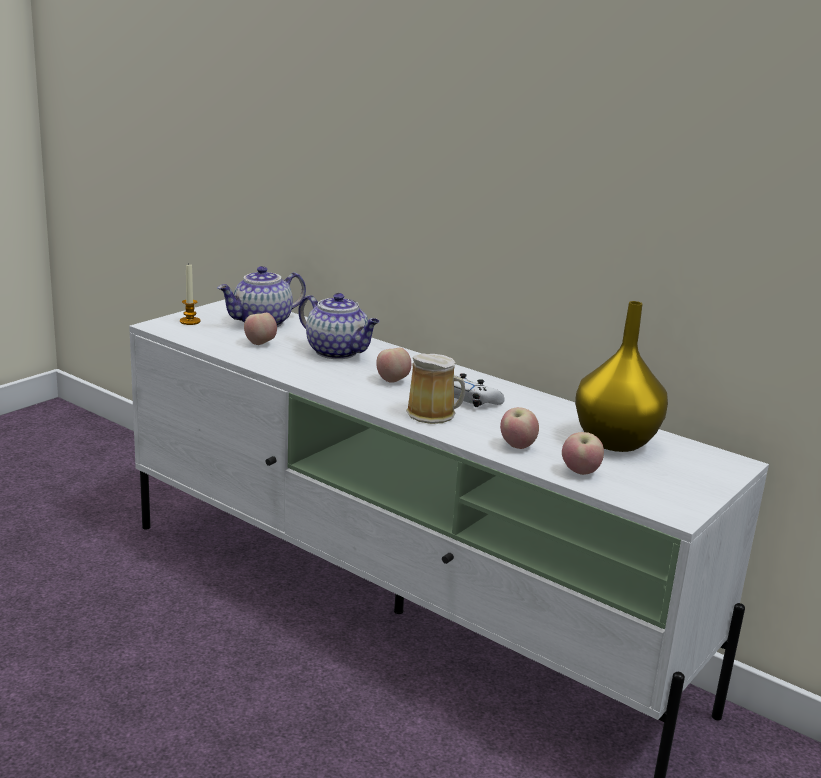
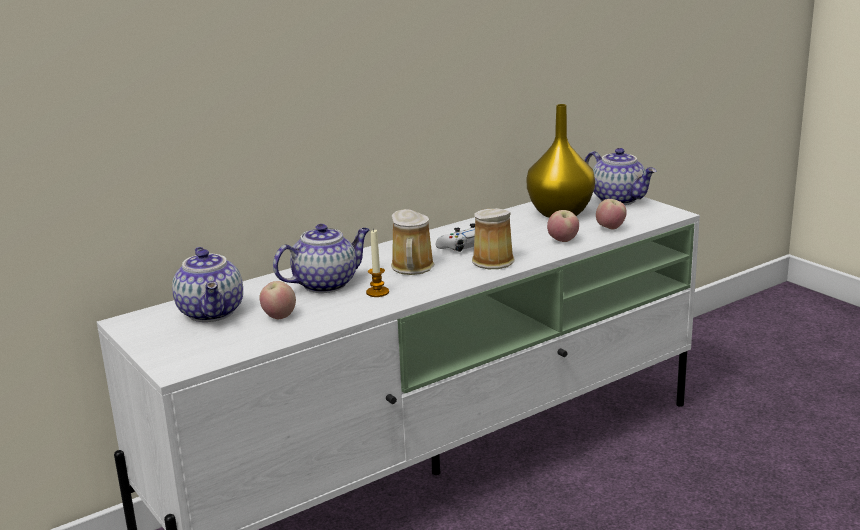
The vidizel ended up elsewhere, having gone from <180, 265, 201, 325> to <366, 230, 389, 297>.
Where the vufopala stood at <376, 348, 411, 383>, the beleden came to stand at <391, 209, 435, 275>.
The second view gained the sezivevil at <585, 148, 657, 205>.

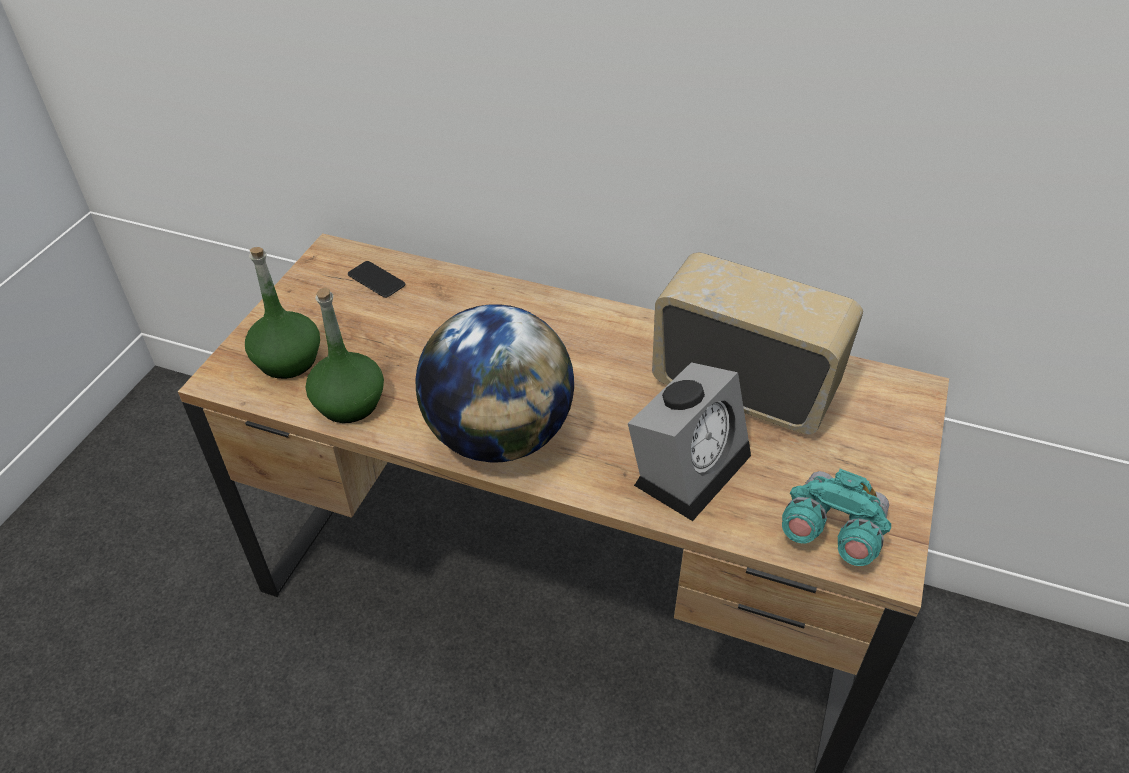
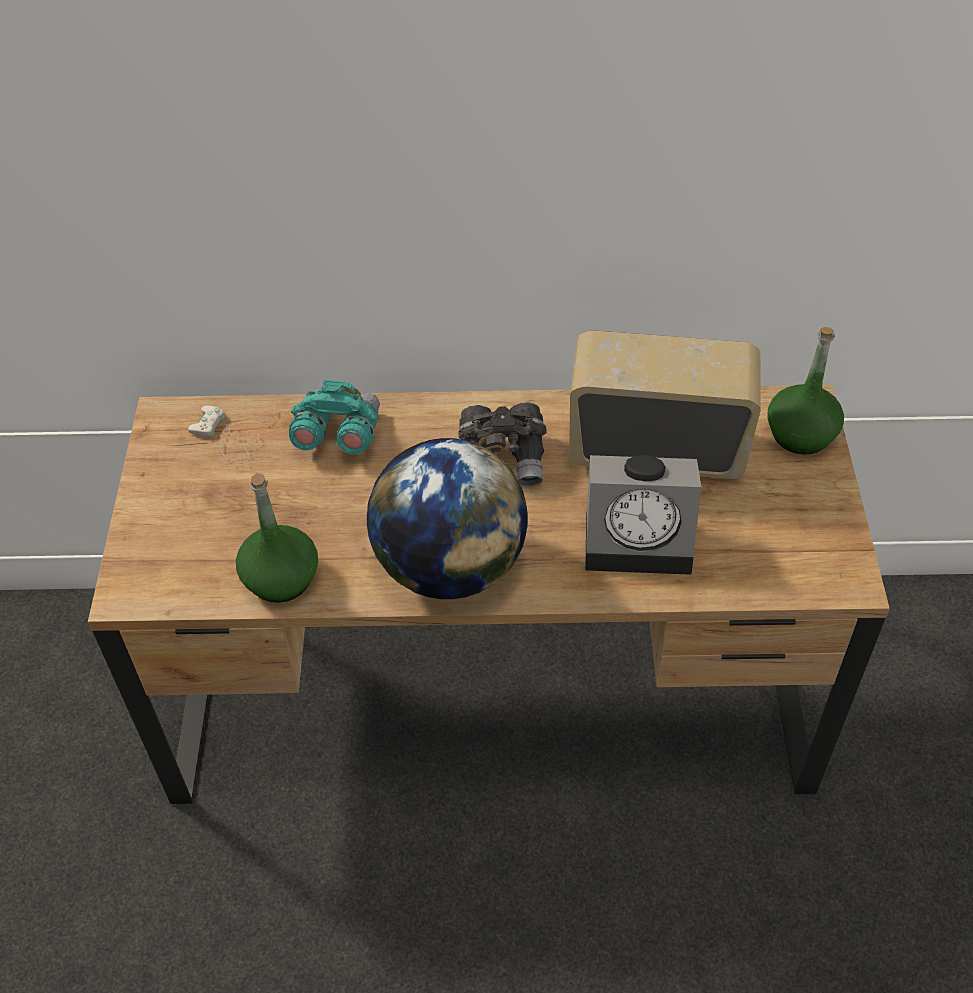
Where the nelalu stood at <348, 261, 405, 298>, the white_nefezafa came to stand at <188, 404, 275, 464>.
The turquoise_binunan ended up elsewhere, having gone from <782, 469, 891, 566> to <289, 380, 380, 455>.
The second view gained the grey_binunan at <458, 402, 547, 486>.
The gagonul at <628, 362, 751, 521> ended up facing another way, 75 degrees clockwise from before.
The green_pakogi ended up elsewhere, having gone from <245, 247, 320, 379> to <767, 327, 844, 455>.

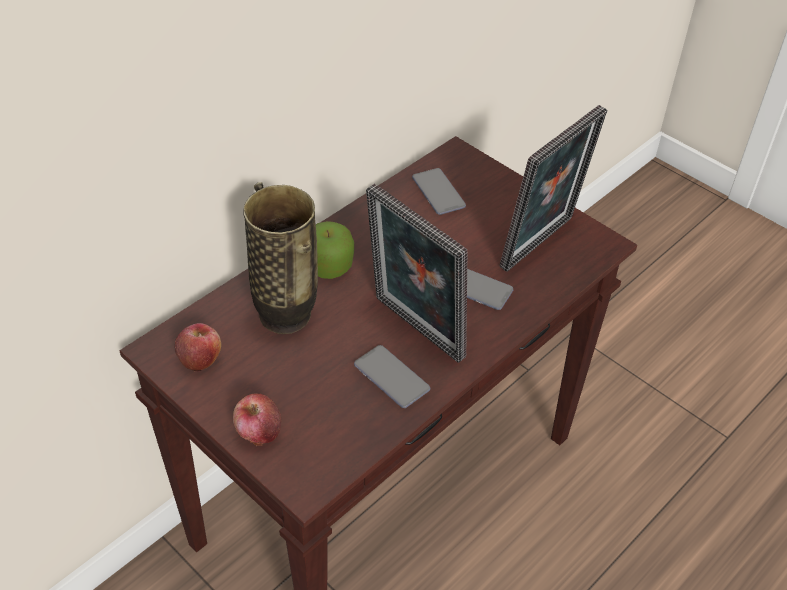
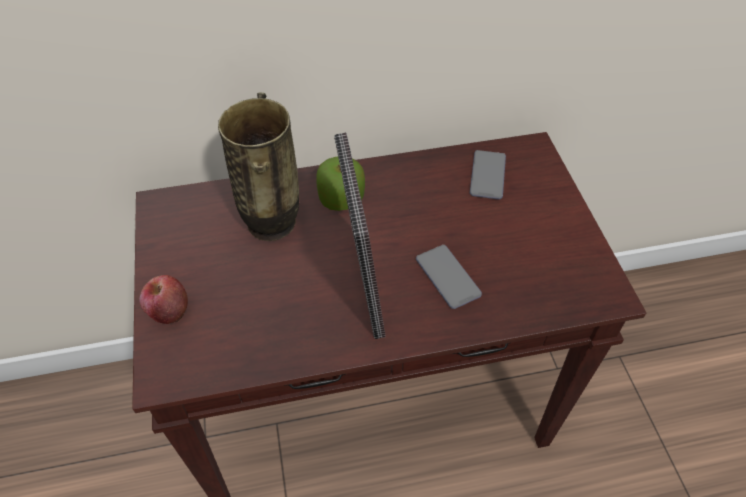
The second view lost the vufopala at <175, 323, 221, 372>.
The second view lost the nelalu at <354, 345, 430, 408>.
The second view lost the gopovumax at <500, 105, 607, 271>.

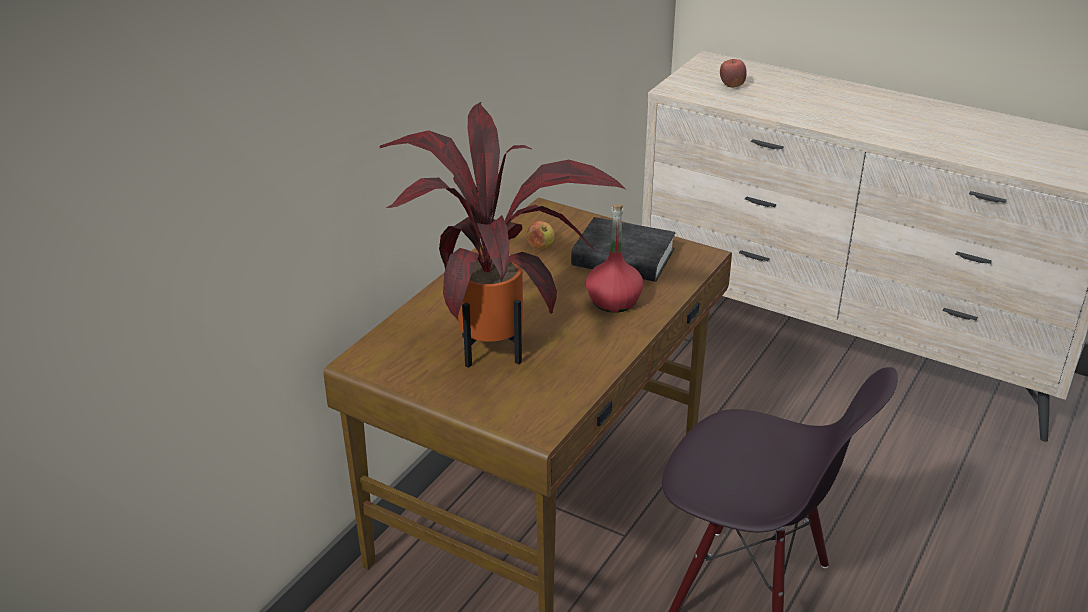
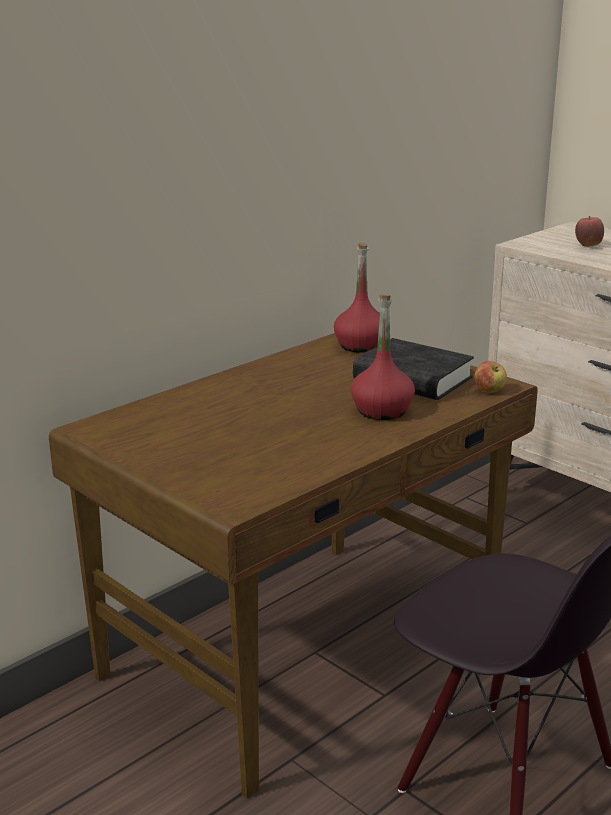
The second view gained the red_pakogi at <334, 243, 380, 353>.
The vufopala ended up elsewhere, having gone from <527, 221, 555, 249> to <474, 361, 507, 393>.
The second view lost the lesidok at <379, 102, 625, 368>.

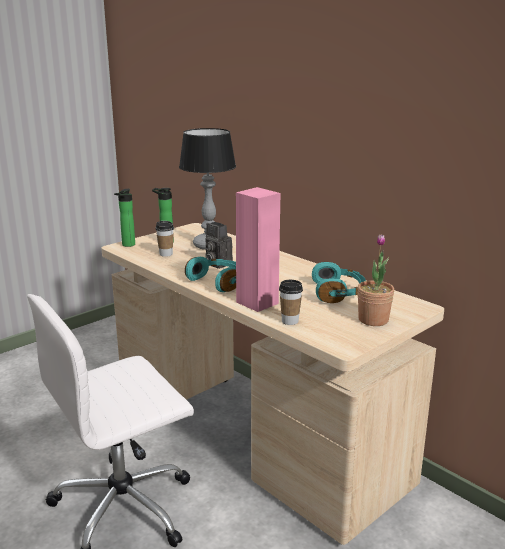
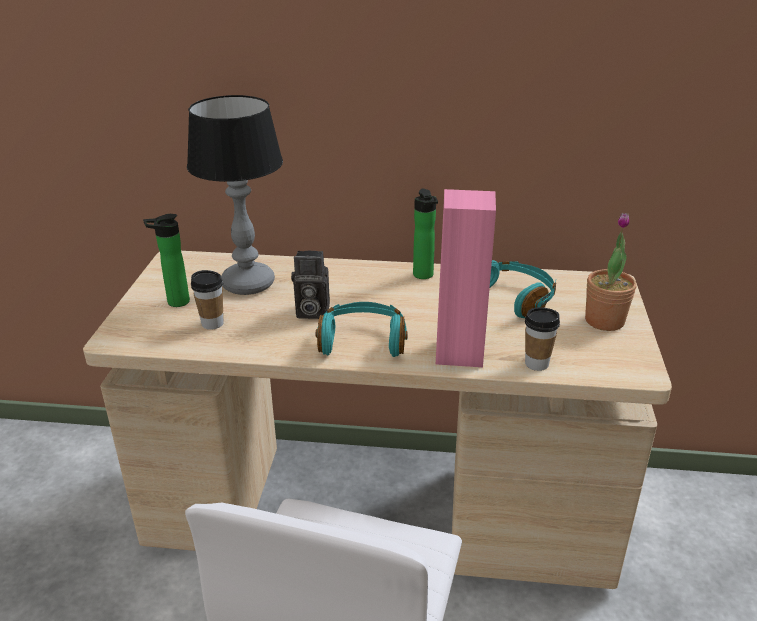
The pakogi ended up elsewhere, having gone from <114, 189, 135, 247> to <413, 189, 438, 279>.

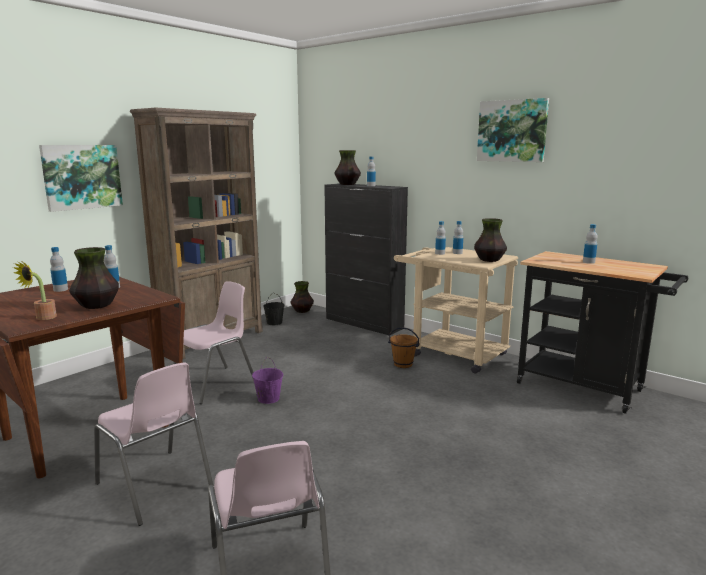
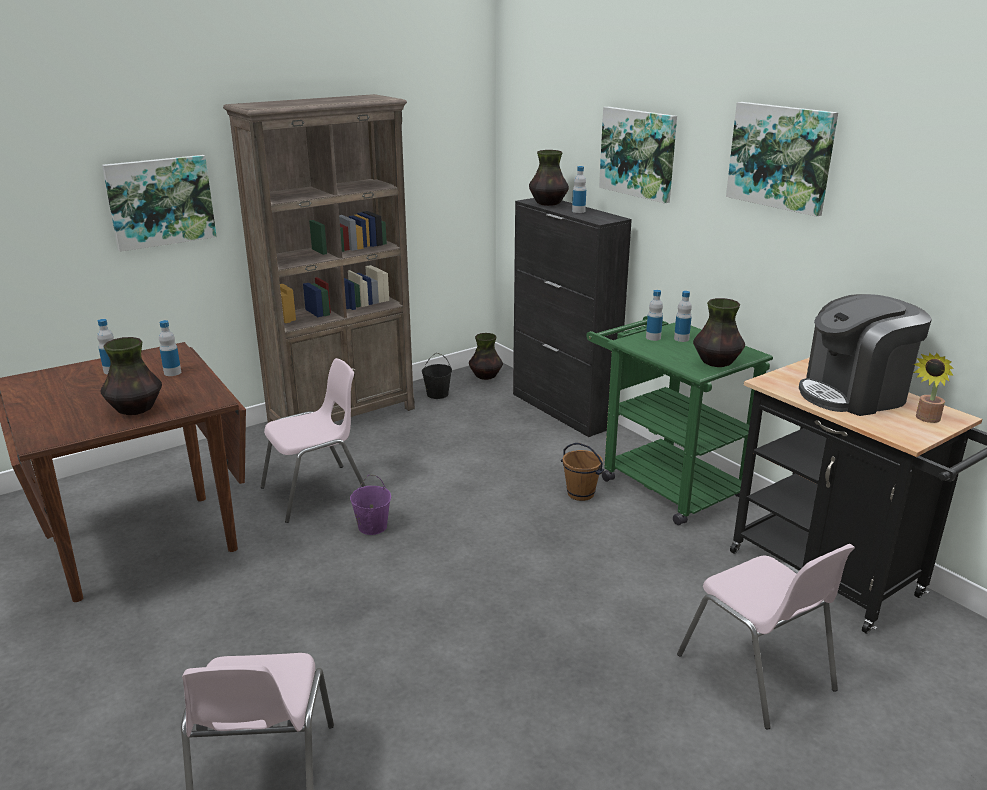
What was the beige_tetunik at <394, 247, 518, 374> turned into the green_tetunik at <586, 316, 773, 525>.
The second view gained the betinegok at <599, 107, 677, 203>.
The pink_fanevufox ended up elsewhere, having gone from <94, 362, 214, 526> to <677, 544, 855, 729>.
Where the pakogi stood at <583, 224, 598, 264>, the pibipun came to stand at <799, 294, 932, 416>.
The lesidok ended up elsewhere, having gone from <13, 260, 57, 320> to <913, 353, 954, 423>.

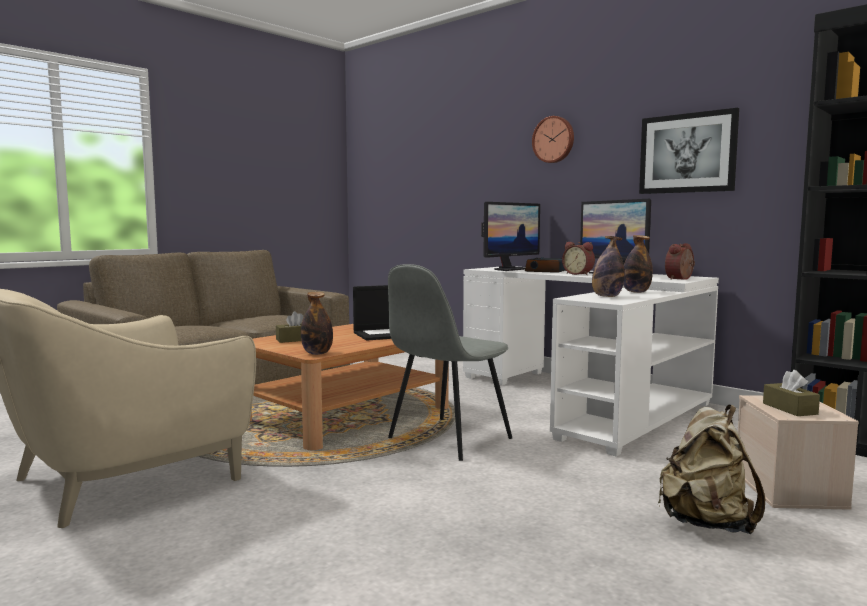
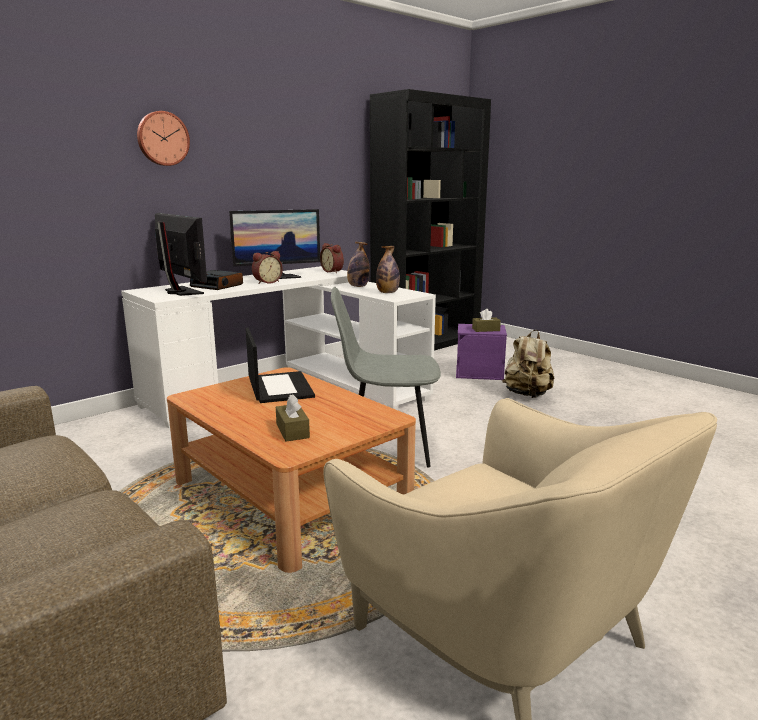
The grey_fanevufox at <388, 264, 512, 461> ended up facing another way, 135 degrees clockwise from before.
What was the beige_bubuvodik at <738, 395, 859, 510> turned into the purple_bubuvodik at <456, 324, 507, 380>.
The second view lost the pakogi at <301, 292, 333, 355>.
The second view lost the betinegok at <639, 108, 739, 194>.

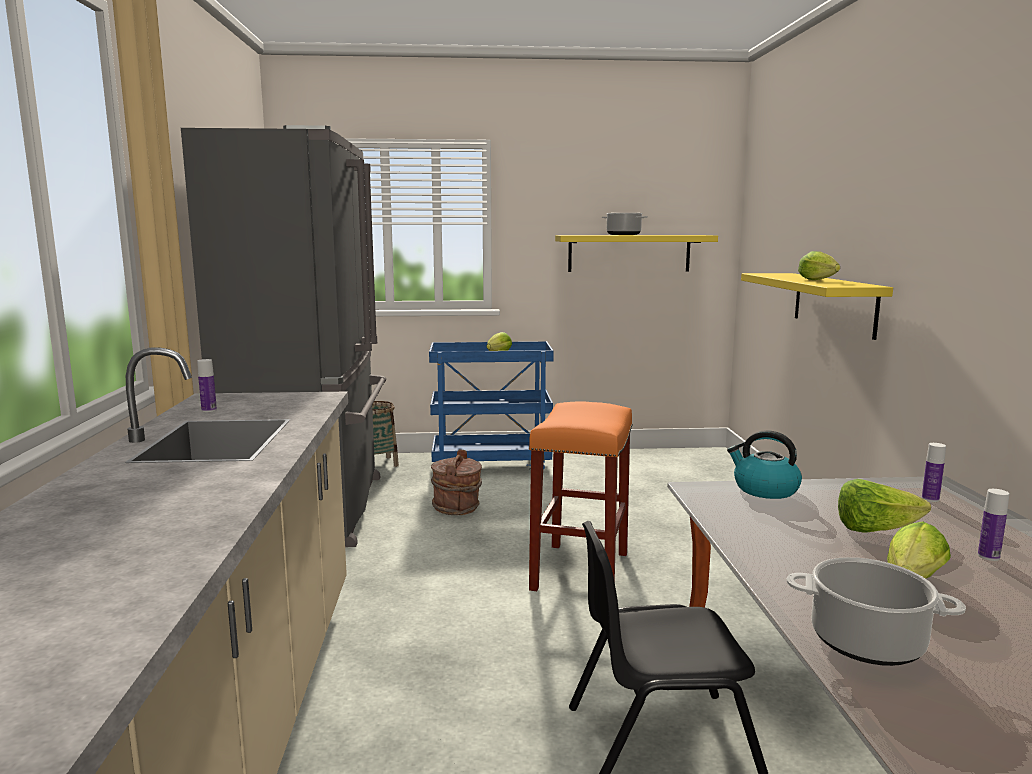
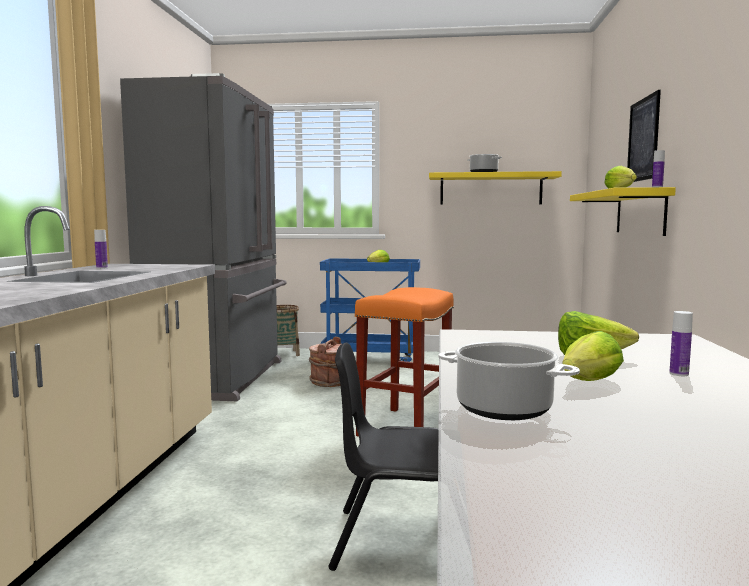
The second view gained the betinegok at <627, 90, 661, 182>.
The pakogi ended up elsewhere, having gone from <922, 443, 946, 502> to <652, 150, 665, 187>.
The second view lost the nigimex at <727, 430, 802, 499>.

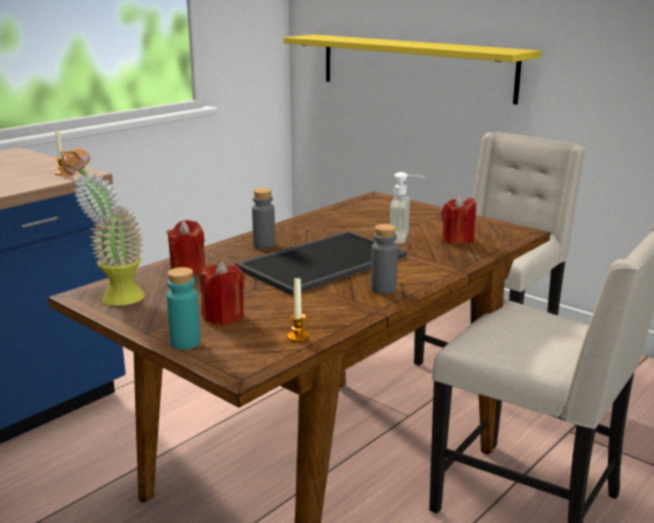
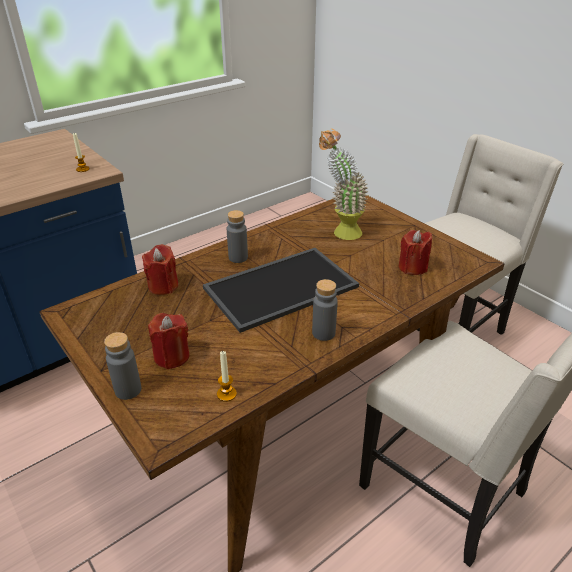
What was the turquoise_pakogi at <167, 267, 201, 350> turned into the grey_pakogi at <104, 332, 141, 400>.
The lesidok ended up elsewhere, having gone from <60, 147, 145, 306> to <319, 128, 369, 240>.
The second view lost the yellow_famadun at <283, 35, 541, 104>.
The second view lost the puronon at <390, 172, 425, 244>.

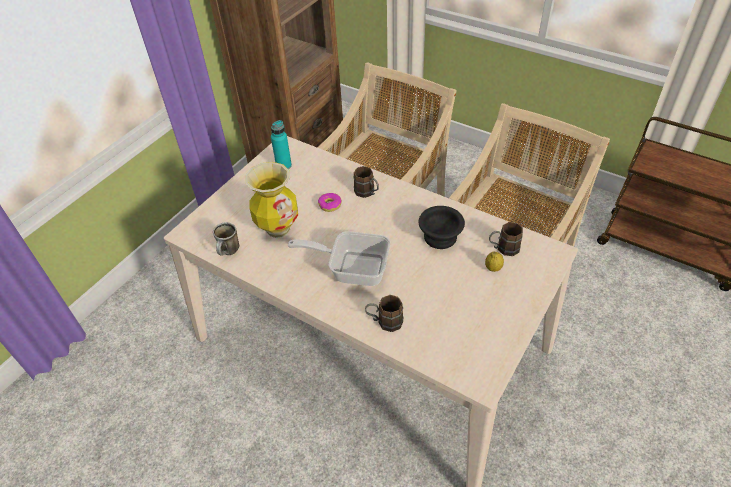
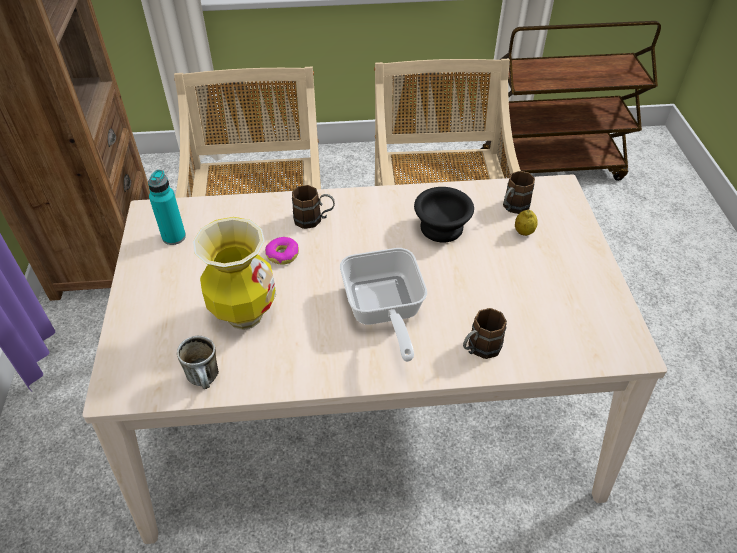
The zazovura at <288, 231, 390, 286> ended up facing another way, 75 degrees counterclockwise from before.

